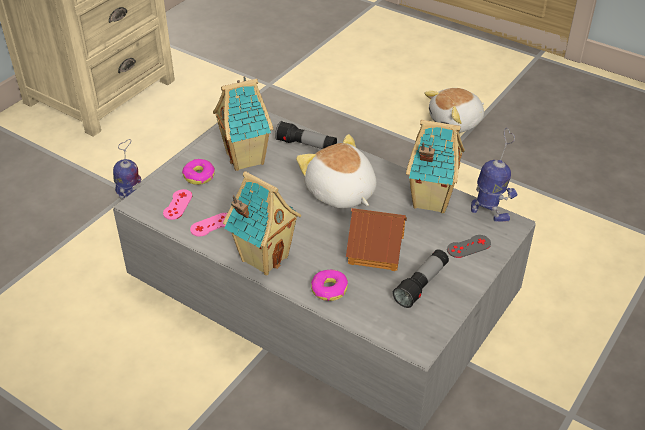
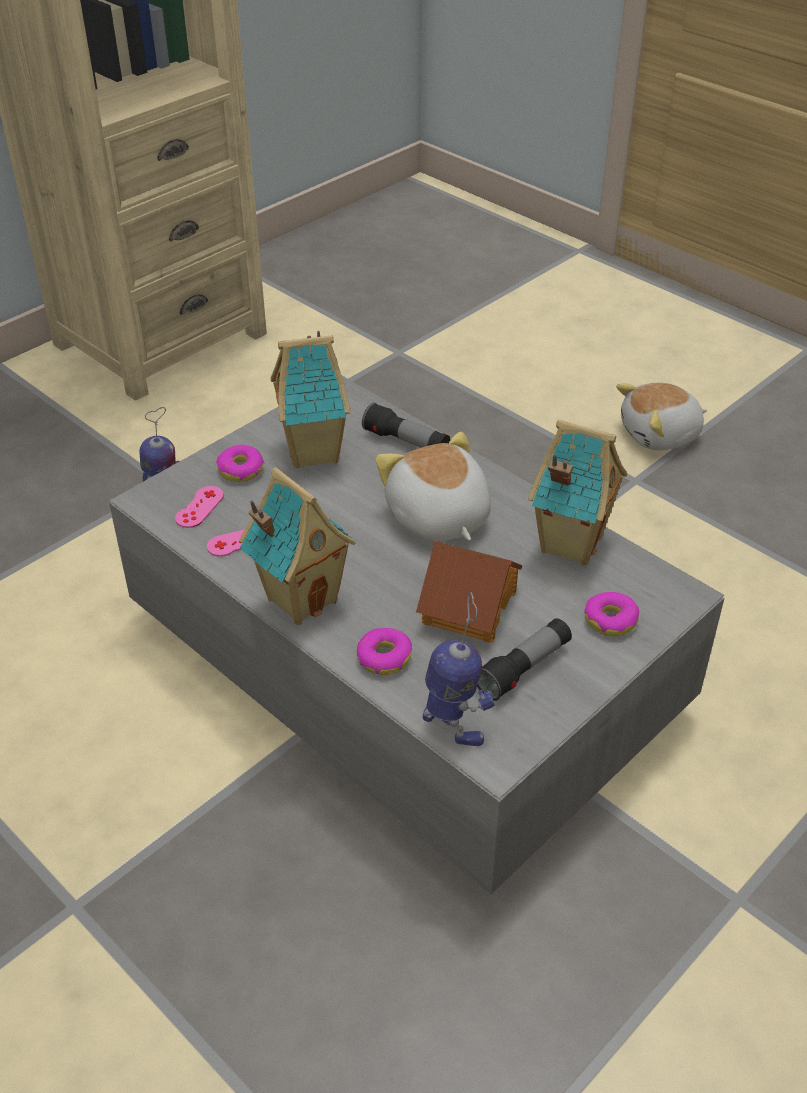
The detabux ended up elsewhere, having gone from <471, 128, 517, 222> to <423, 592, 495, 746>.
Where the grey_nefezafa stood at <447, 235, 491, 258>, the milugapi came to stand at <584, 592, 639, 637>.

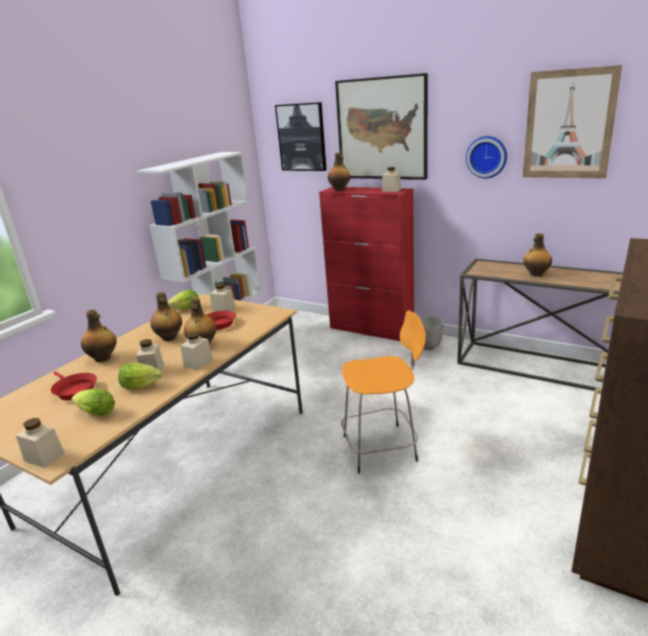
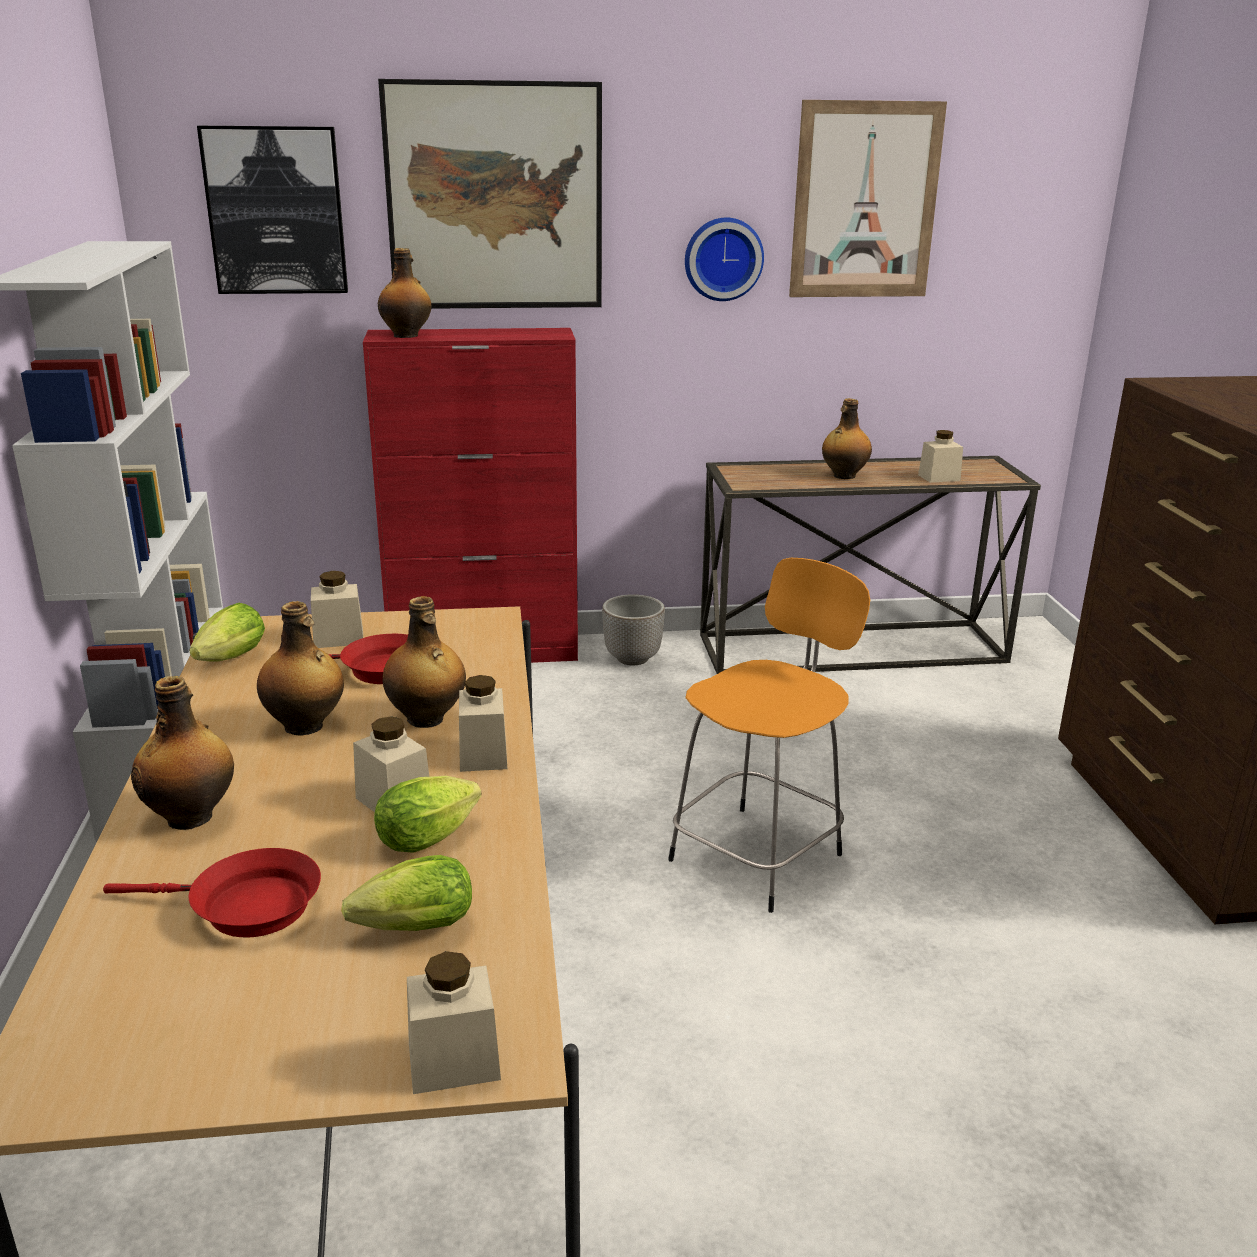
The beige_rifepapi ended up elsewhere, having gone from <382, 167, 401, 192> to <918, 430, 963, 483>.

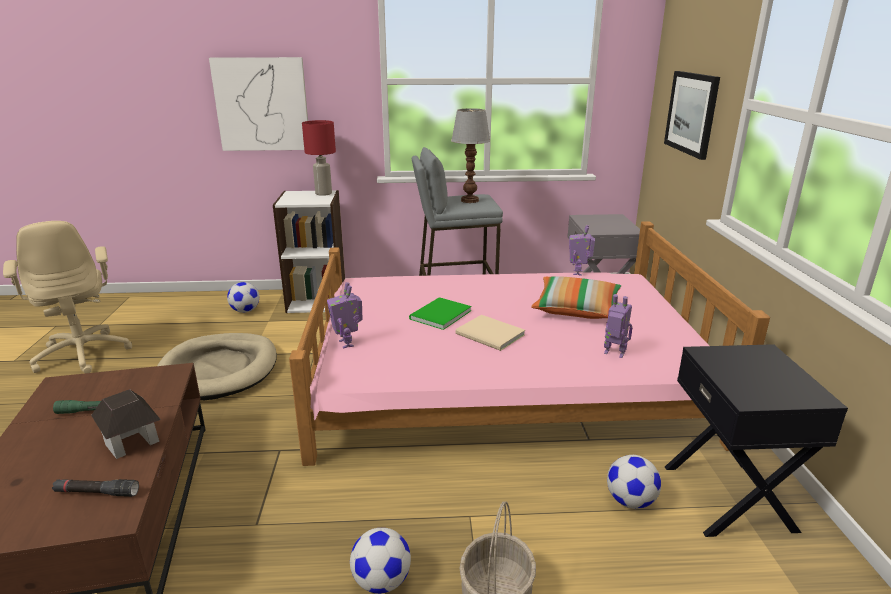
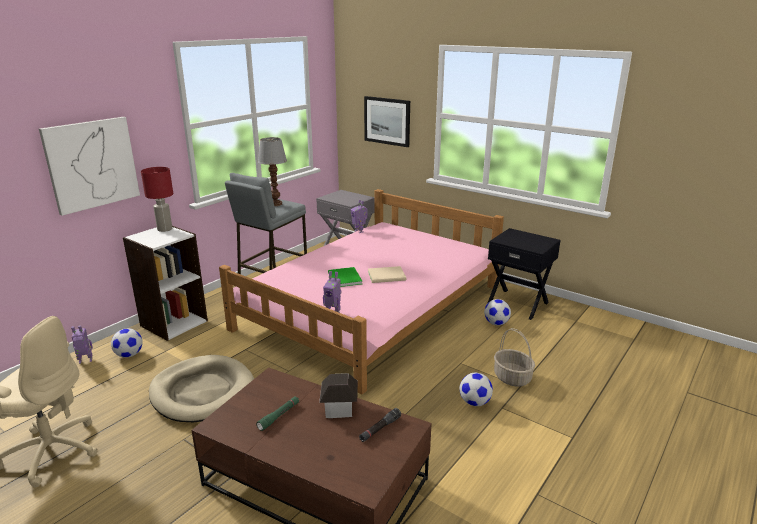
The detabux ended up elsewhere, having gone from <604, 294, 632, 358> to <71, 325, 93, 364>.
The second view lost the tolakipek at <531, 276, 621, 319>.

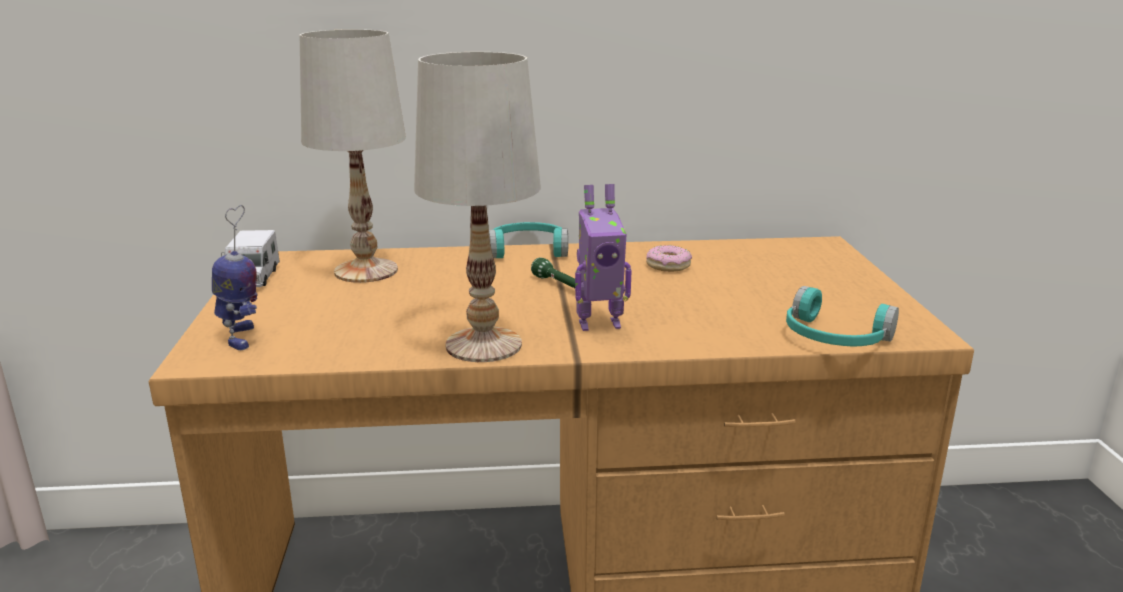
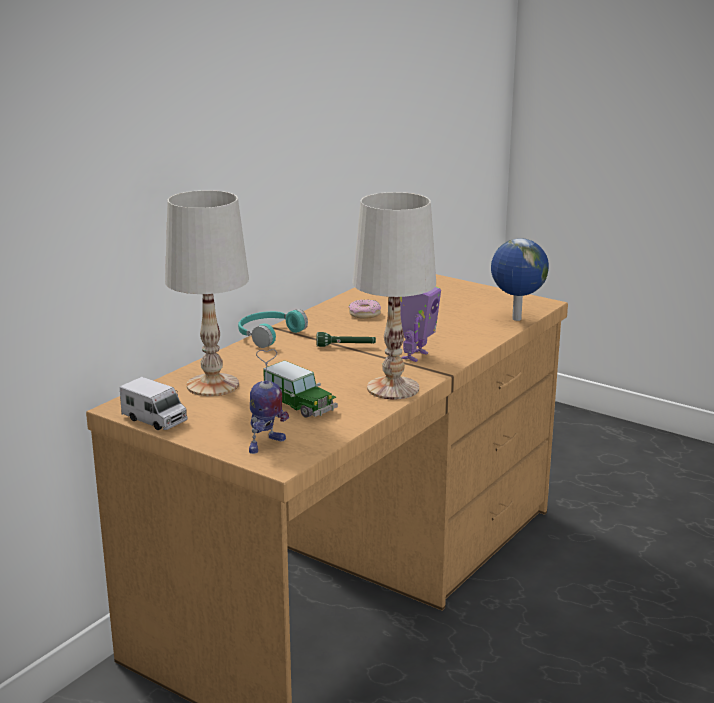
The detabux at <212, 205, 258, 350> ended up facing another way, 105 degrees clockwise from before.
The second view gained the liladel at <263, 360, 338, 417>.
Where the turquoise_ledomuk stood at <786, 286, 899, 346>, the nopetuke came to stand at <491, 238, 549, 321>.

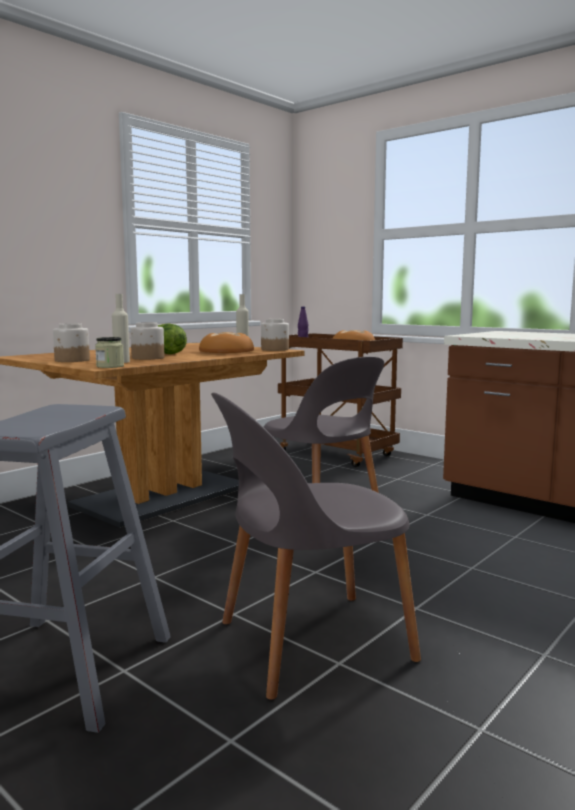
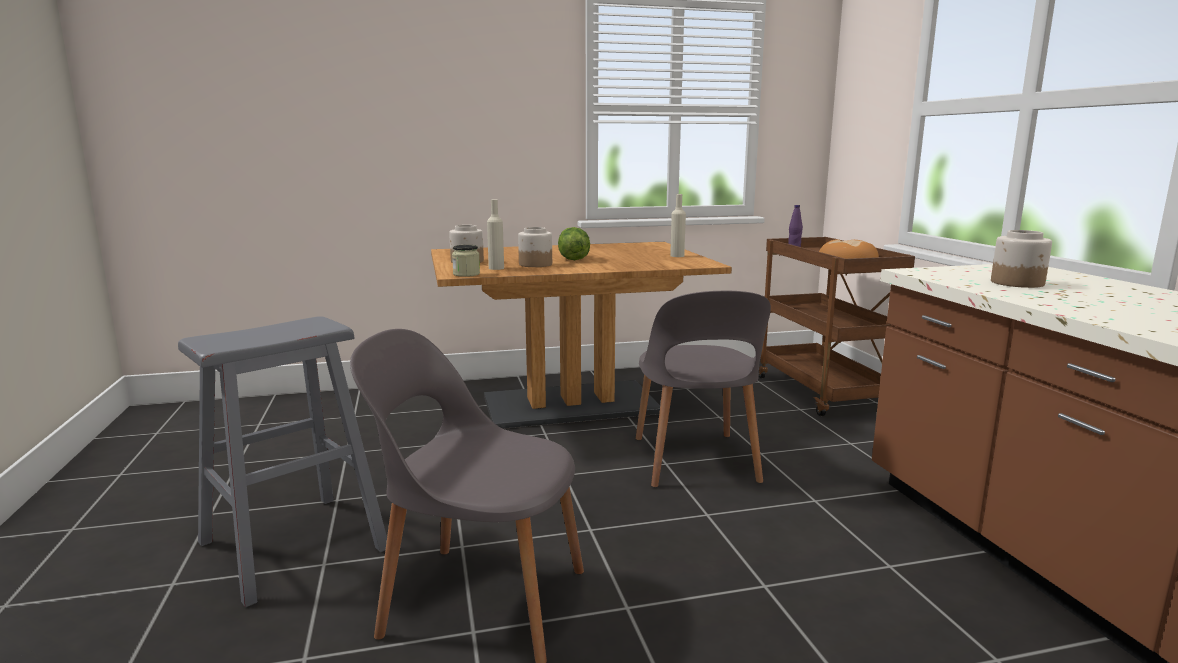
The rifepapi ended up elsewhere, having gone from <261, 319, 289, 351> to <991, 230, 1052, 288>.
The second view lost the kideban at <199, 332, 254, 353>.

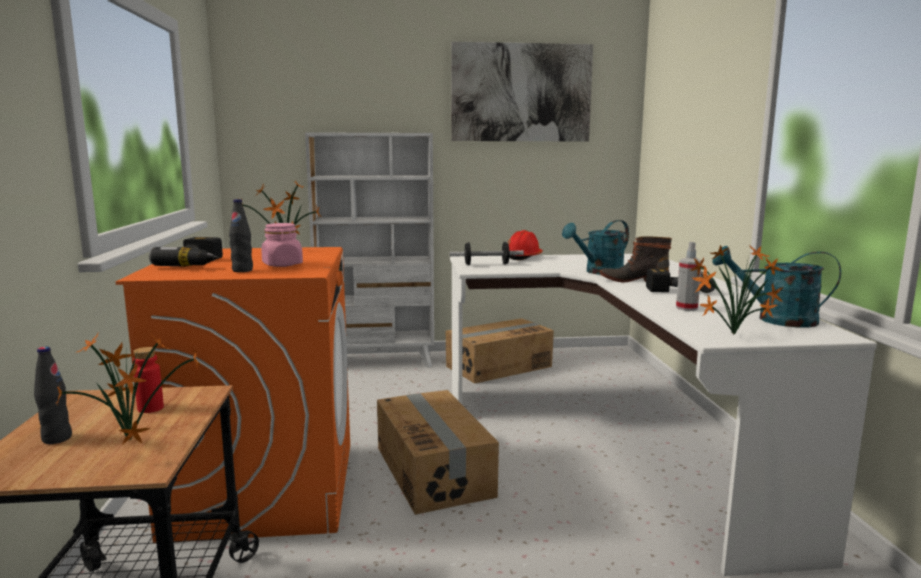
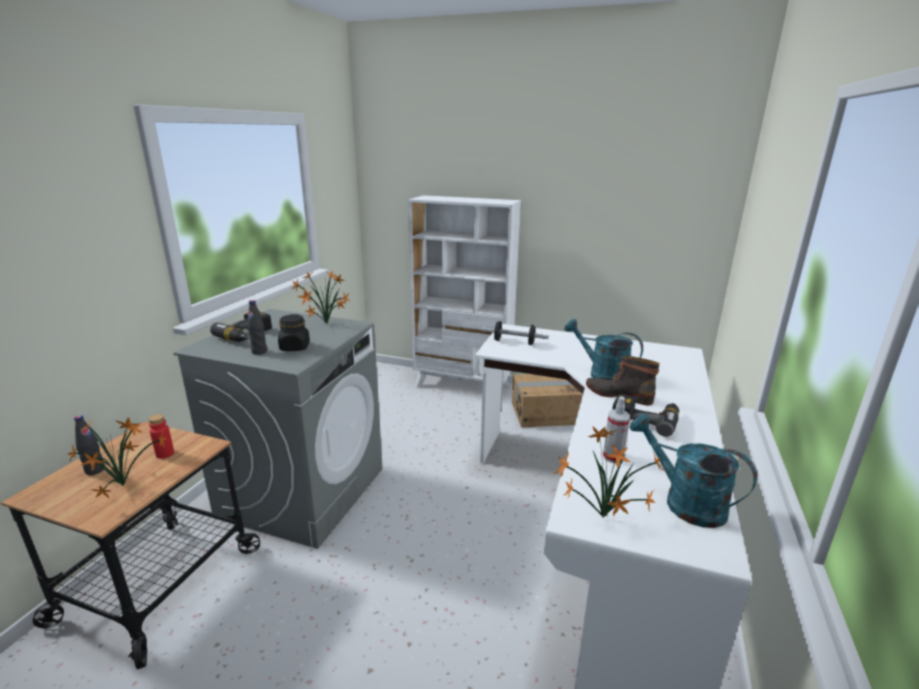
What was the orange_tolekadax at <115, 247, 350, 544> turned into the grey_tolekadax at <174, 309, 382, 549>.
What was the pink_rifepapi at <261, 223, 303, 267> turned into the black_rifepapi at <278, 314, 310, 351>.
The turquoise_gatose at <562, 220, 629, 275> ended up facing another way, 45 degrees clockwise from before.
The second view lost the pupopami at <377, 390, 499, 515>.
The second view lost the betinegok at <451, 42, 593, 141>.
The second view lost the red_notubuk at <507, 230, 543, 260>.

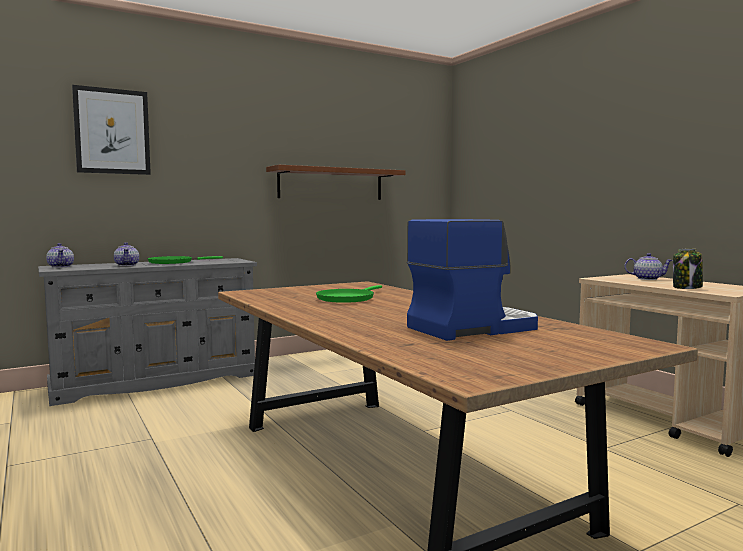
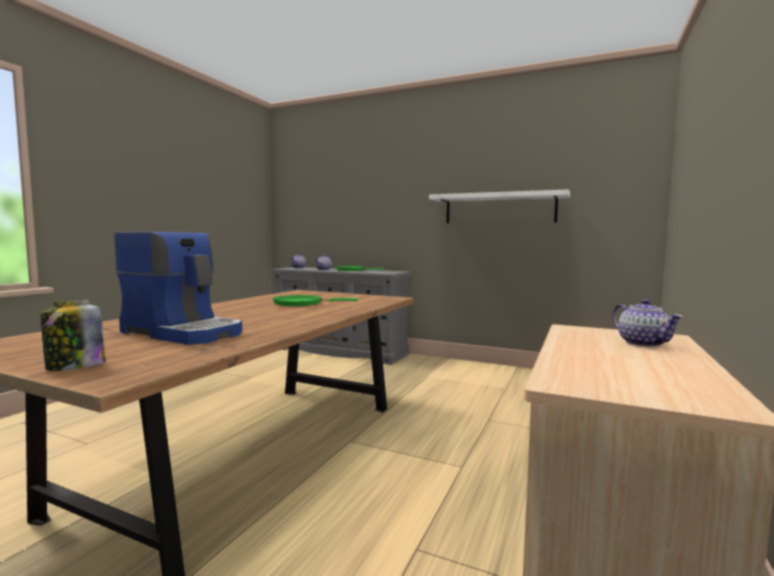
The rifepapi ended up elsewhere, having gone from <673, 248, 703, 289> to <41, 299, 106, 371>.
What was the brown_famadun at <266, 165, 406, 200> turned into the white_famadun at <429, 189, 570, 223>.
The second view lost the betinegok at <72, 85, 151, 175>.

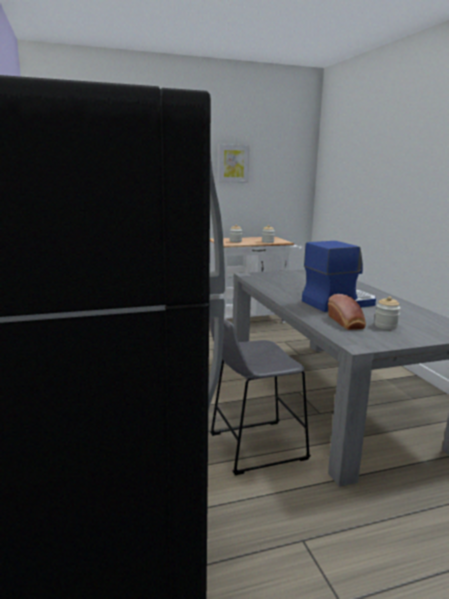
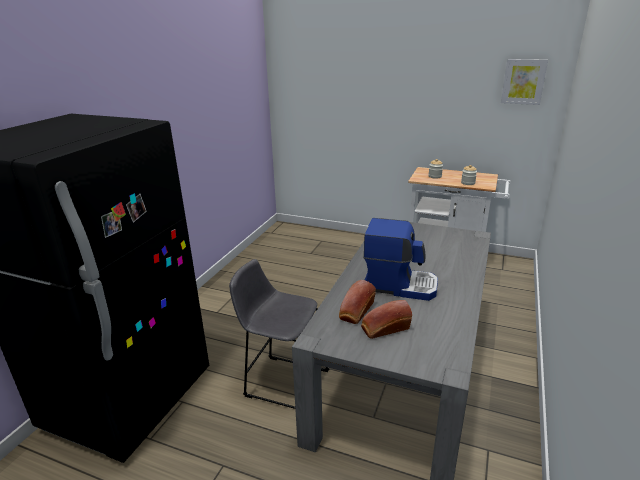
Where the rifepapi stood at <375, 296, 400, 329>, the kideban came to stand at <361, 300, 412, 339>.
The betinegok ended up elsewhere, having gone from <218, 144, 250, 183> to <501, 59, 548, 105>.

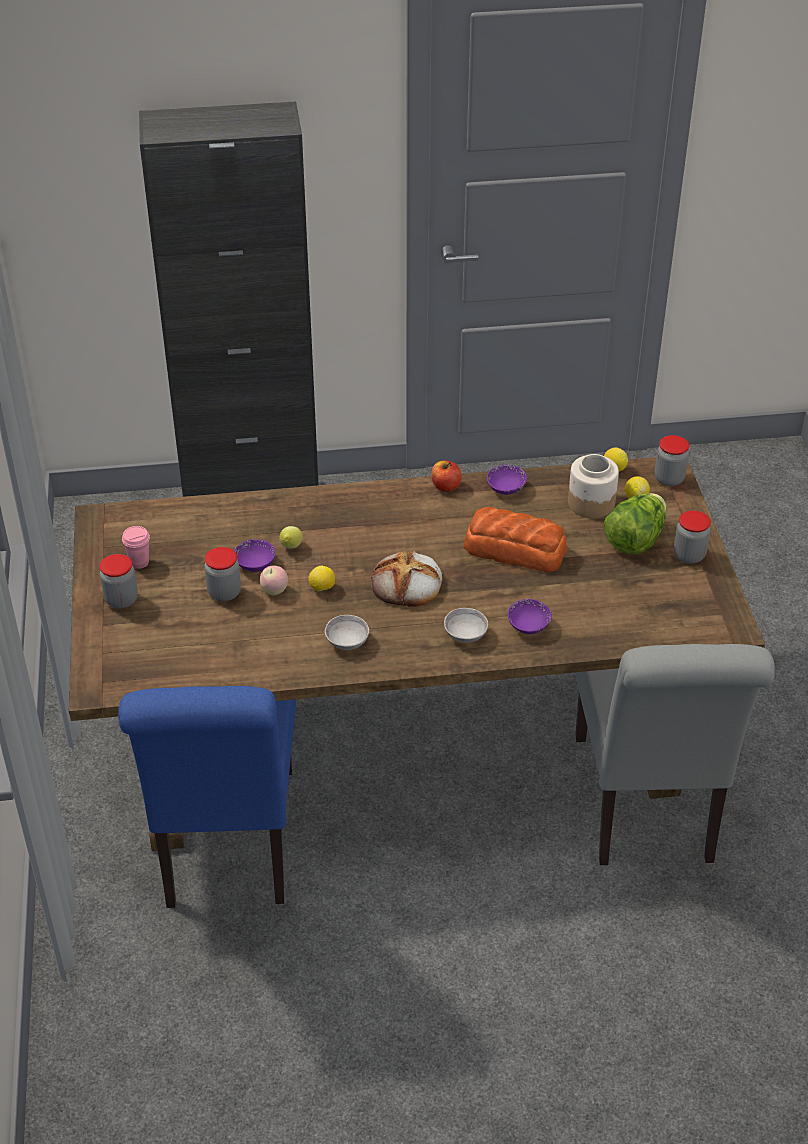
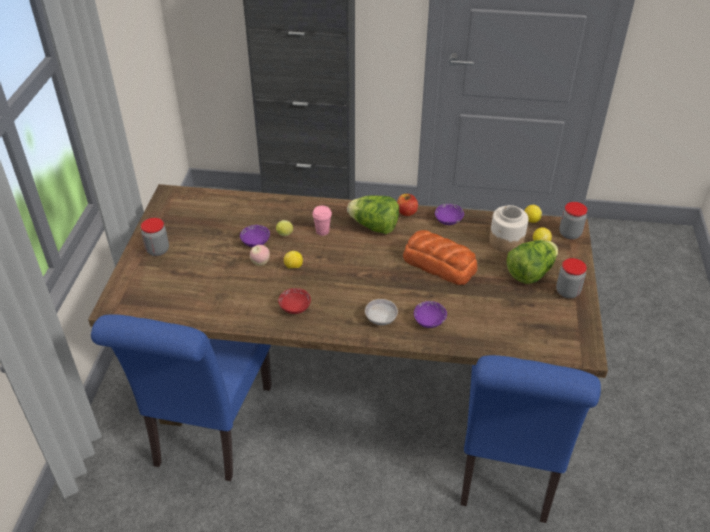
What was the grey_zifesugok at <325, 615, 369, 650> turned into the red_zifesugok at <278, 288, 311, 314>.
The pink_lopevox ended up elsewhere, having gone from <122, 526, 150, 569> to <312, 206, 332, 236>.
The second view gained the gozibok at <347, 195, 399, 234>.
What was the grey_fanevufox at <575, 644, 775, 865> turned into the blue_fanevufox at <460, 355, 601, 523>.
The second view lost the rifepapi at <205, 547, 241, 602>.
The second view lost the kideban at <371, 551, 442, 607>.

